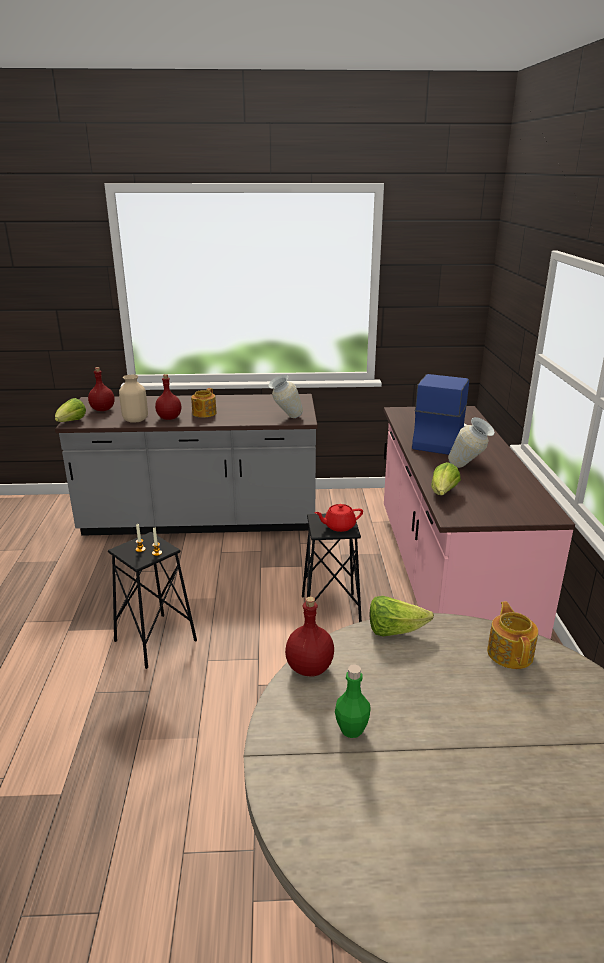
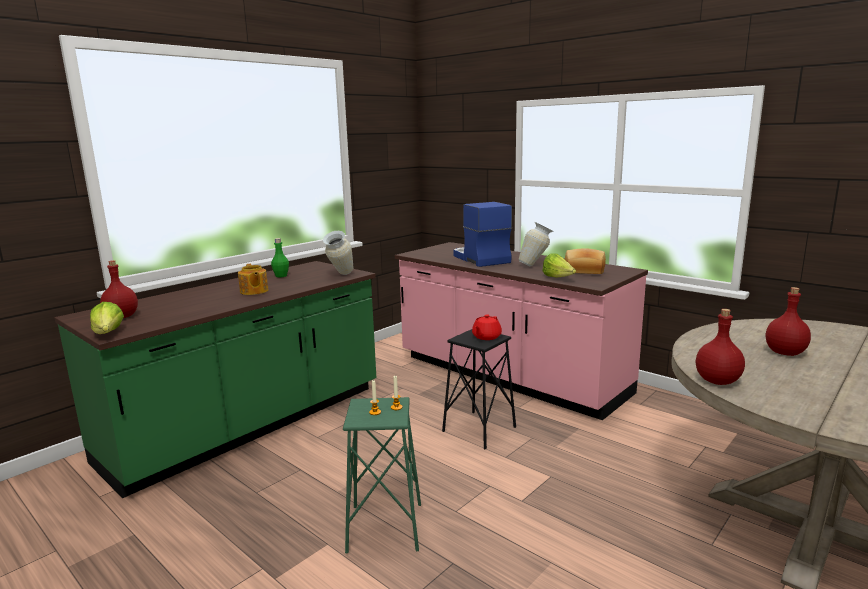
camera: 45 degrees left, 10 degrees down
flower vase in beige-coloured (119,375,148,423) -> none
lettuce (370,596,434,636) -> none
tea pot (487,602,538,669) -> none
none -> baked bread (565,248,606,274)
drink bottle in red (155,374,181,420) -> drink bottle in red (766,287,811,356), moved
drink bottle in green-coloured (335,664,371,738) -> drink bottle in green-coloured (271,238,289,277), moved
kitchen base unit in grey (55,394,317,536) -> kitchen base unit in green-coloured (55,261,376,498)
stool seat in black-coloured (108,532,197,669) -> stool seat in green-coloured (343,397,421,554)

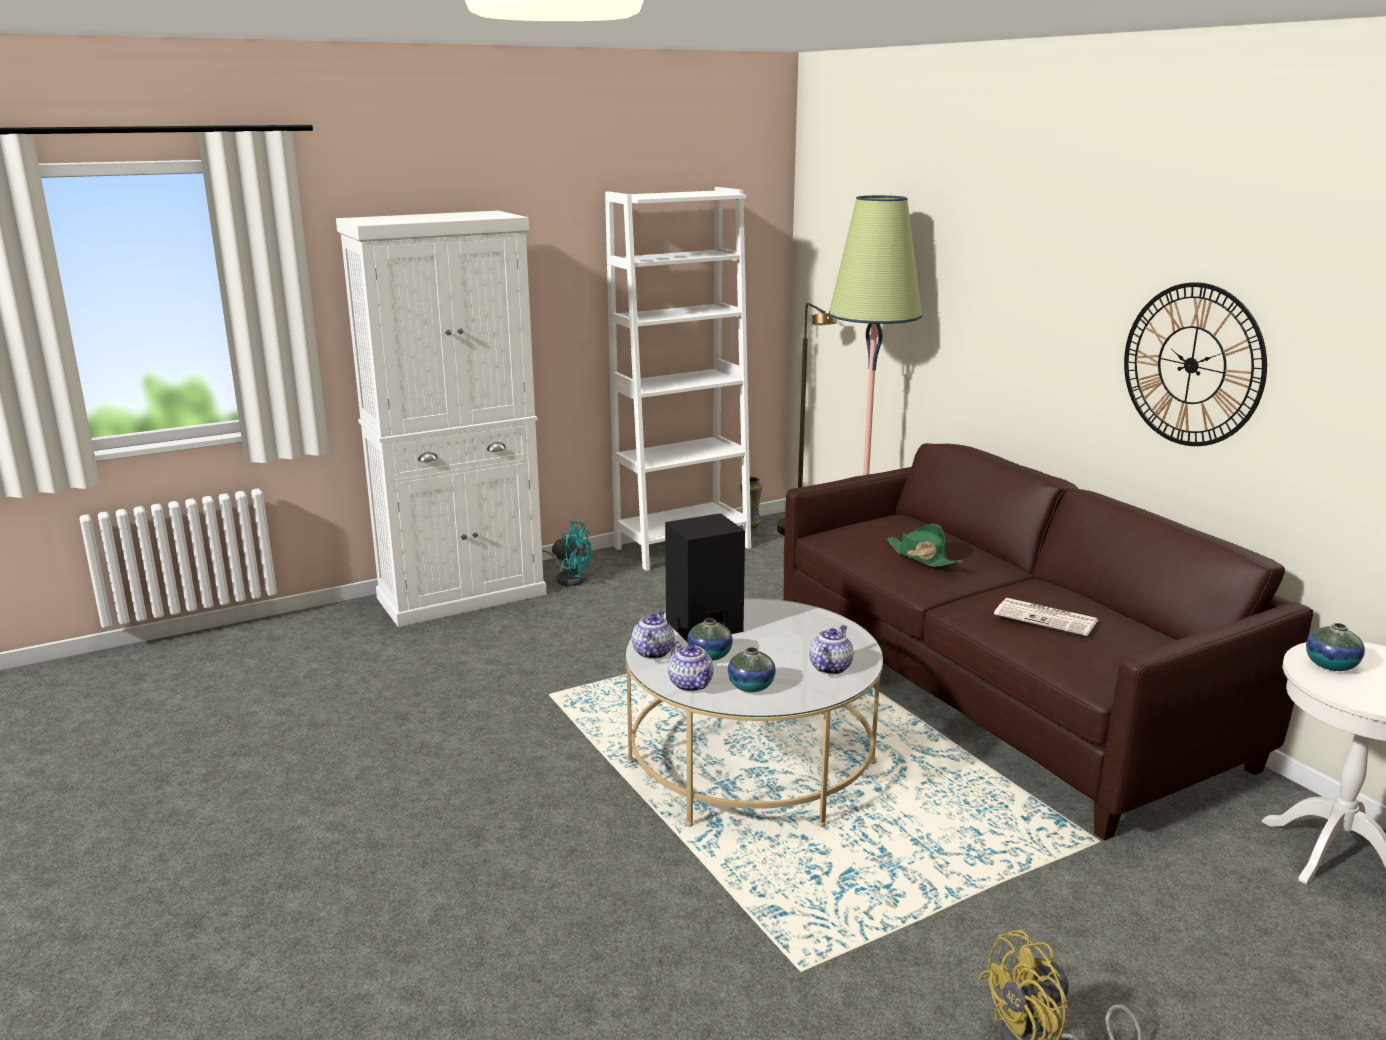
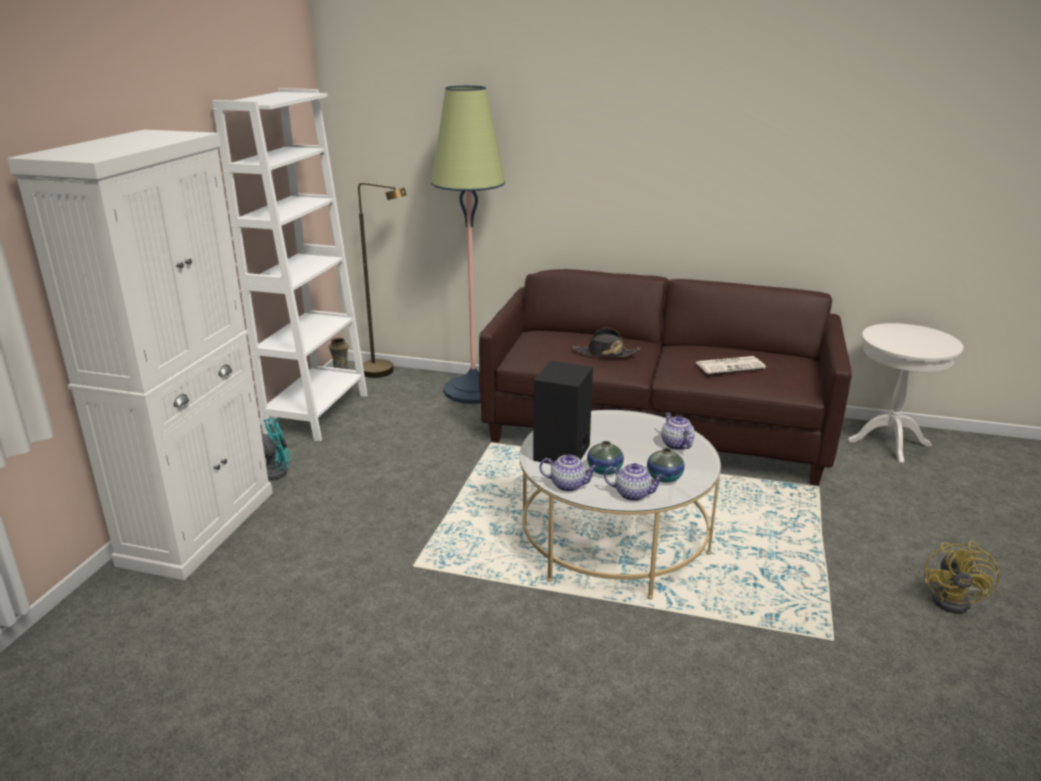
camera: 45 degrees left, 5 degrees up
hanging clock (1124,282,1267,446) -> none
flower vase (1306,623,1365,671) -> none
hat in green-coloured (887,524,962,567) -> hat in black-coloured (572,328,640,357)
tea pot (632,610,675,659) -> tea pot (539,455,598,491), 135 degrees clockwise

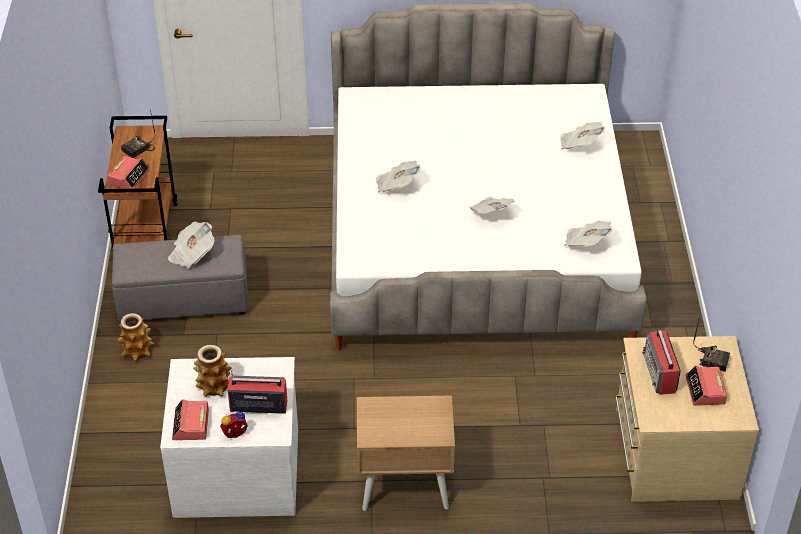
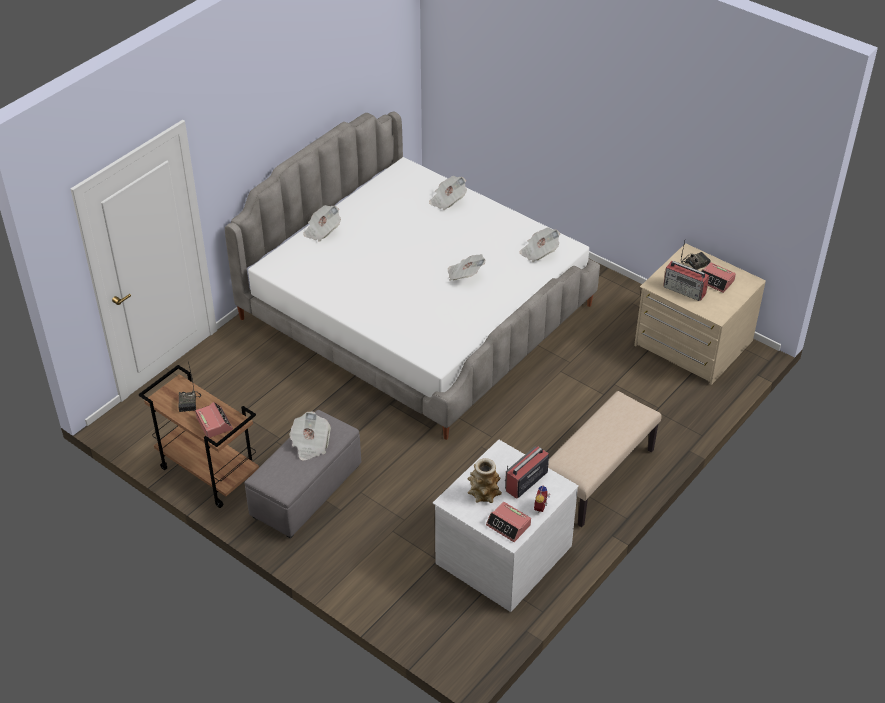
camera: 50 degrees left, 0 degrees up
flower vase (117,313,154,362) -> none
newspaper (376,160,420,193) -> newspaper (303,205,341,241), moved
night table in beige-coloured (357,396,455,511) -> bench in beige-coloured (548,391,661,527)

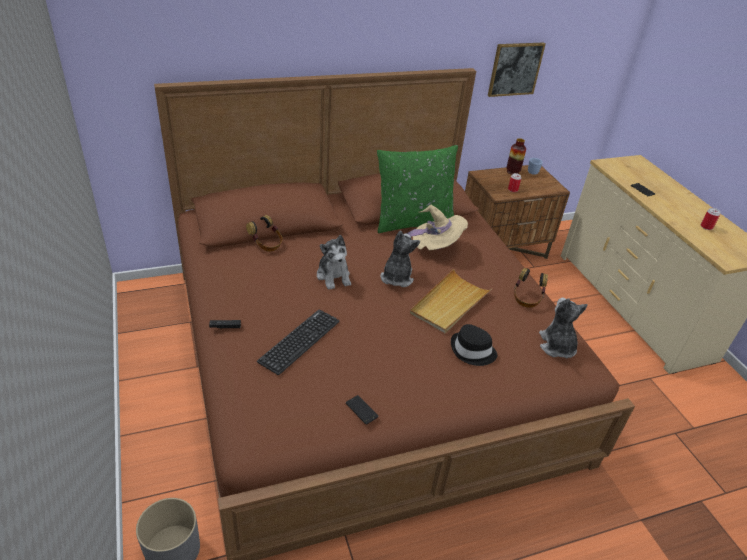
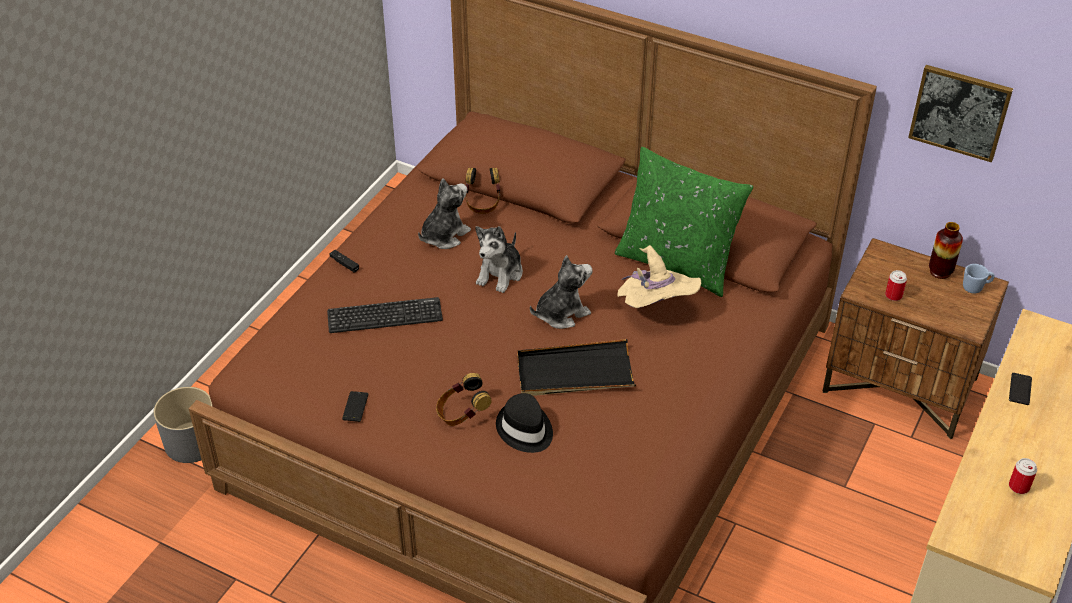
camera: 50 degrees right, 5 degrees up
pair of headphones (514,268,548,307) -> pair of headphones (436,373,492,426), moved
soft toy (539,297,588,358) -> soft toy (418,178,471,249), moved
serving tray in beige-coloured (410,269,493,333) -> serving tray in black-coloured (517,339,636,396)

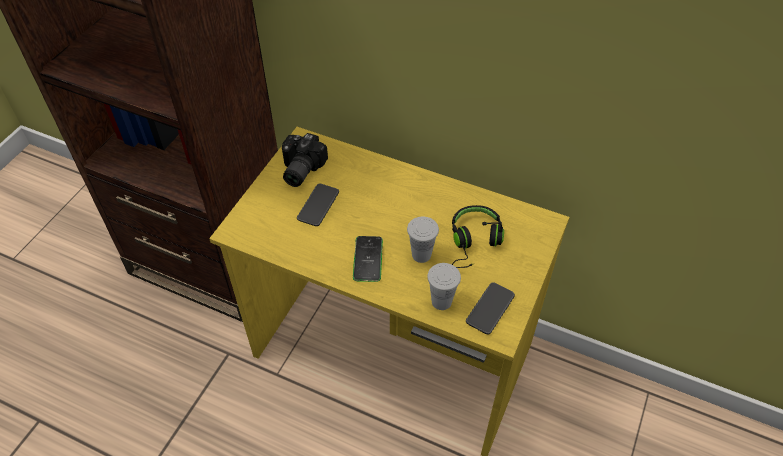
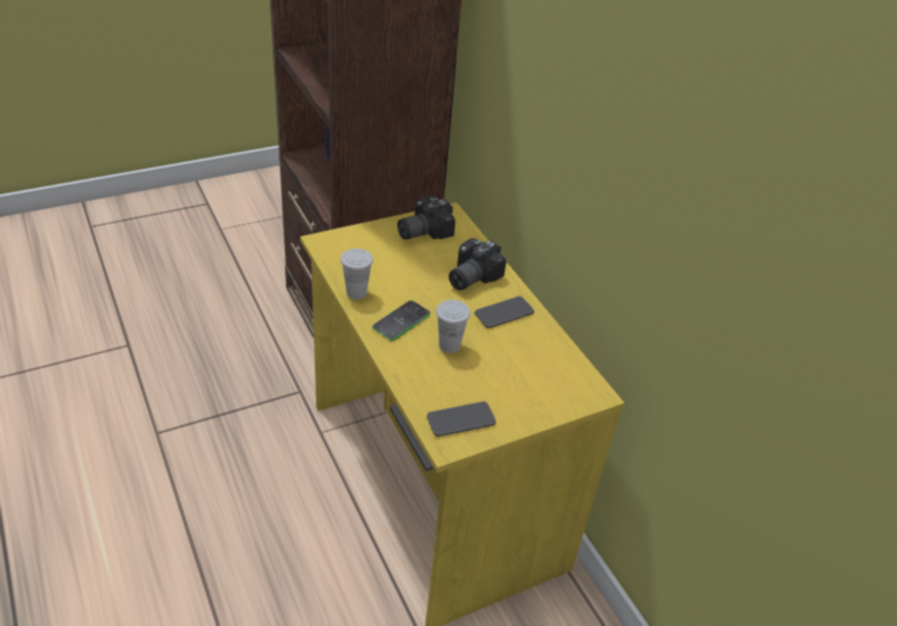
camera: 35 degrees right, 10 degrees down
pair of headphones in black-coloured (452,205,504,268) -> none
none -> still camera (449,238,506,290)
telephone (297,184,339,226) -> telephone (475,296,534,328), moved
small cup in white (427,263,461,310) -> small cup in white (340,248,373,300), moved

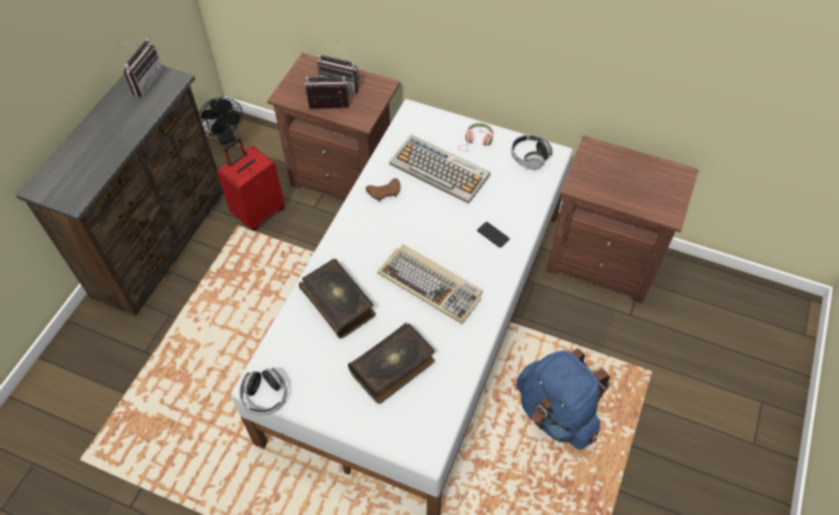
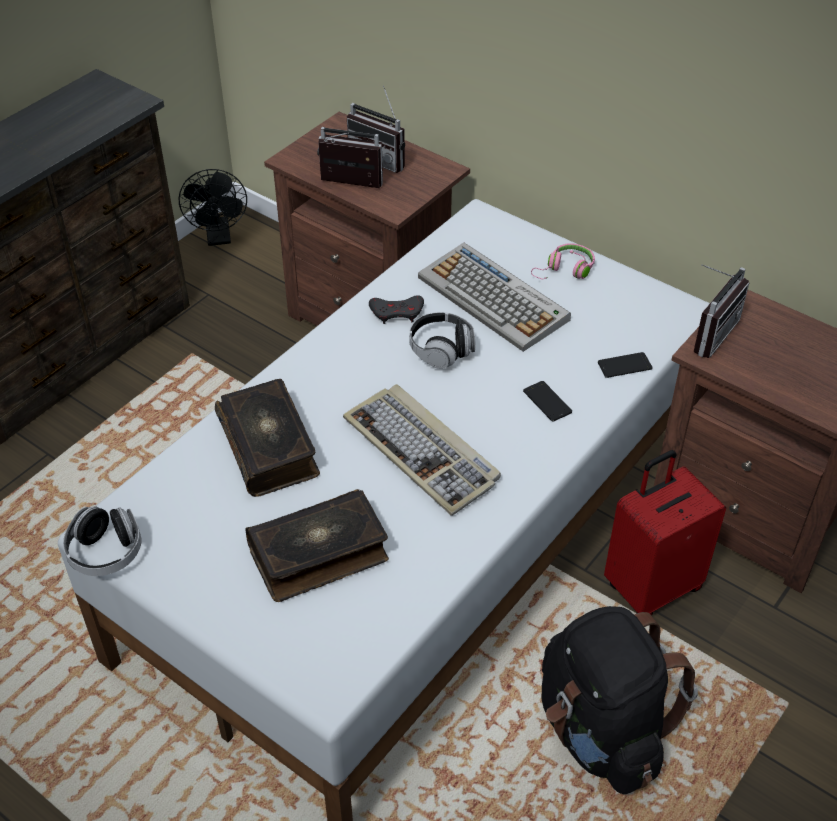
camera: 15 degrees right, 10 degrees down
none -> telephone (598,352,653,378)
radio receiver (116,39,163,96) -> radio receiver (693,264,749,358), moved
suitcase in red (217,138,285,231) -> suitcase in red (604,450,726,616), moved
pair of headphones (511,135,553,170) -> pair of headphones (409,312,475,369), moved
game controller in brown-coloured (366,178,400,202) -> game controller in grey (369,295,424,324)
rucksack in blue (516,348,610,450) -> rucksack in black-coloured (541,606,698,795)

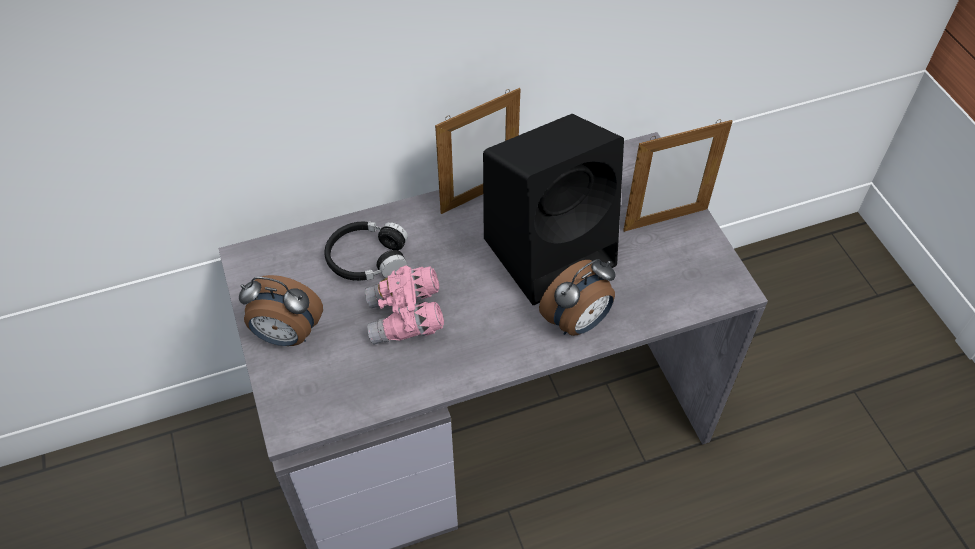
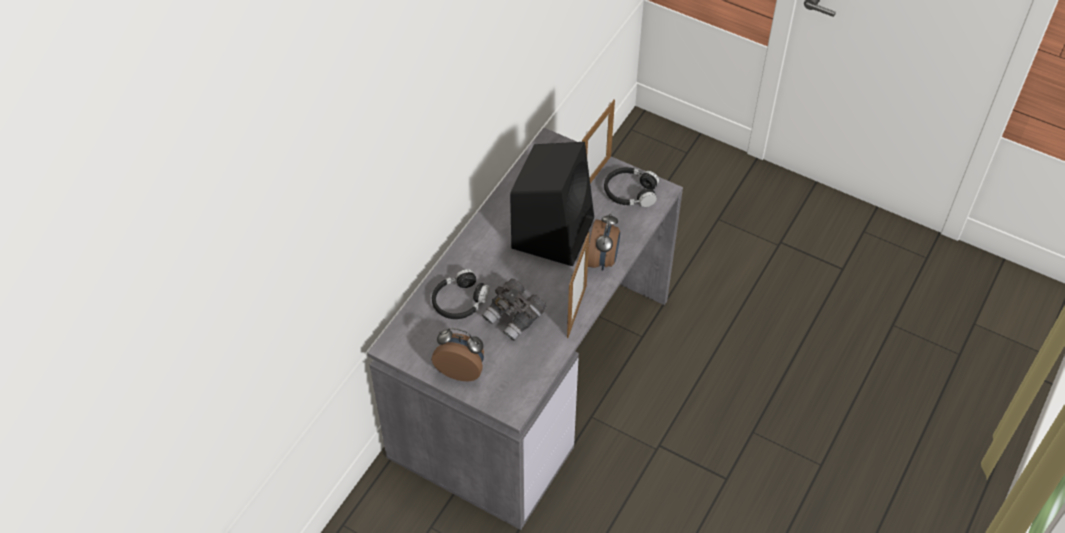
camera: 40 degrees left, 0 degrees up
none -> pair of headphones in black-coloured (604,167,659,207)
photo frame (435,88,520,214) -> photo frame (567,231,590,338), moved
binoculars in pink-coloured (364,265,444,345) -> binoculars in grey (482,278,547,341)
bedside clock (239,275,323,346) -> bedside clock (432,328,484,381), 135 degrees counterclockwise

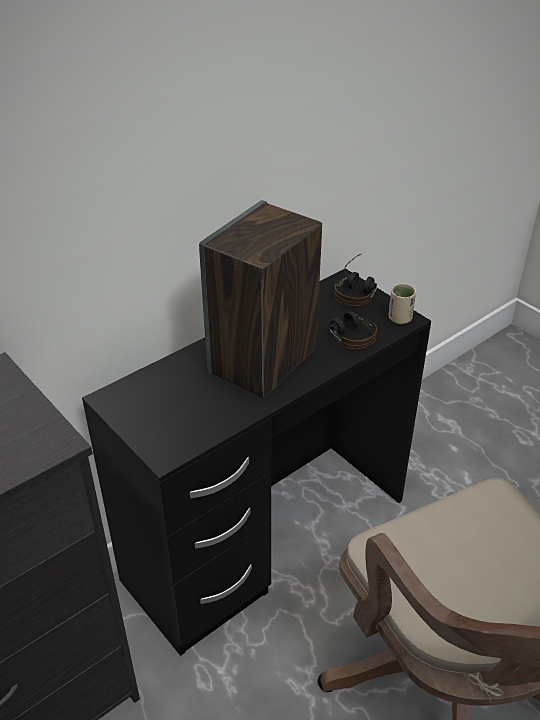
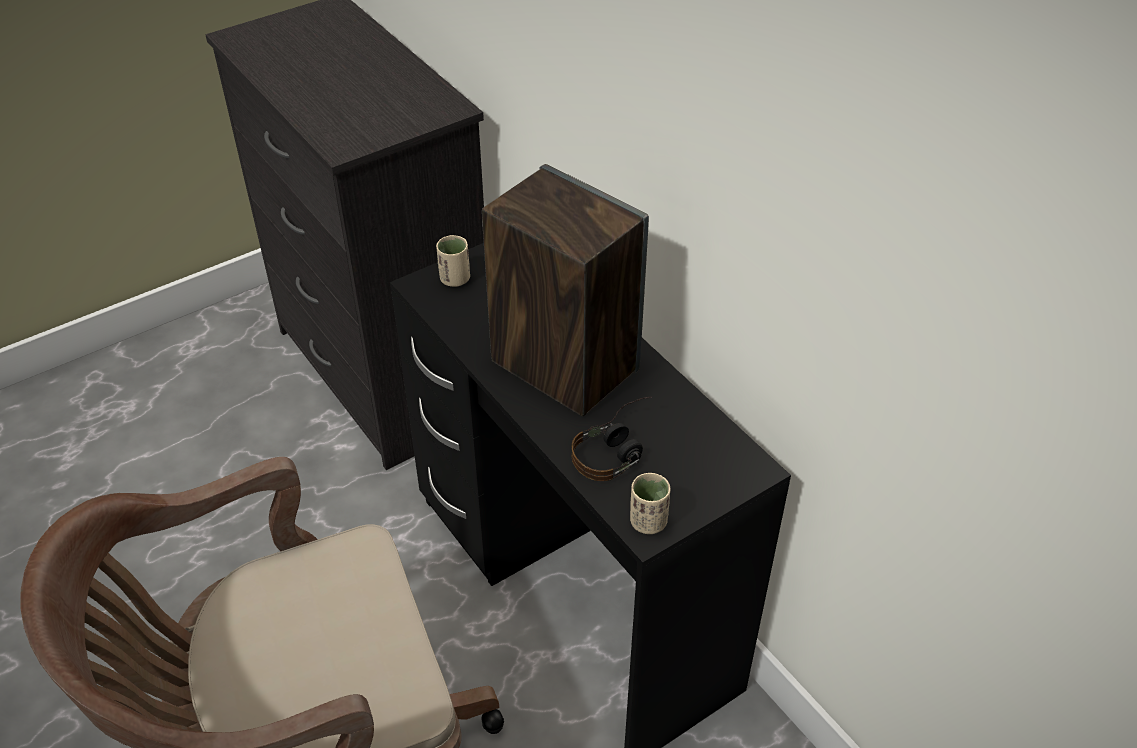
camera: 95 degrees right, 5 degrees up
pair of headphones (334,254,377,306) -> none
none -> small cup in beige-coloured (436,235,470,287)

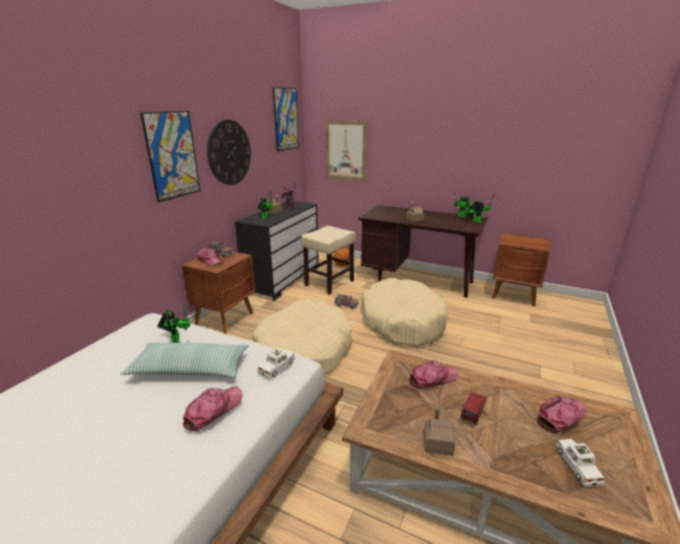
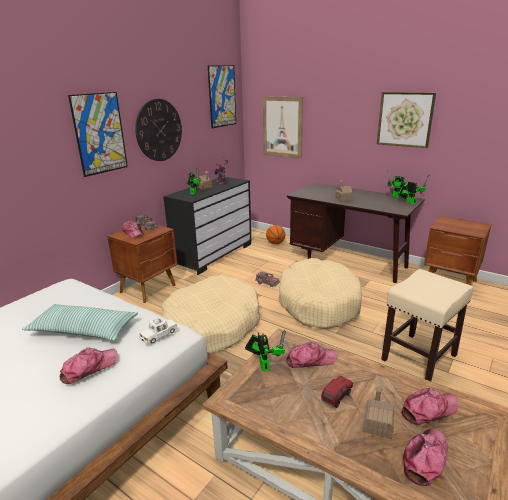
camera: 10 degrees right, 0 degrees up
none -> wall art (377,92,436,148)
robot figure (157,303,190,343) -> robot figure (245,330,286,371), moved
stool seat in beige-coloured (301,226,356,295) -> stool seat in beige-coloured (381,269,474,381), moved
miniature house (424,404,456,456) -> miniature house (363,385,395,439), moved
toy car in white (556,439,605,487) -> baseball cap (403,429,448,486)

